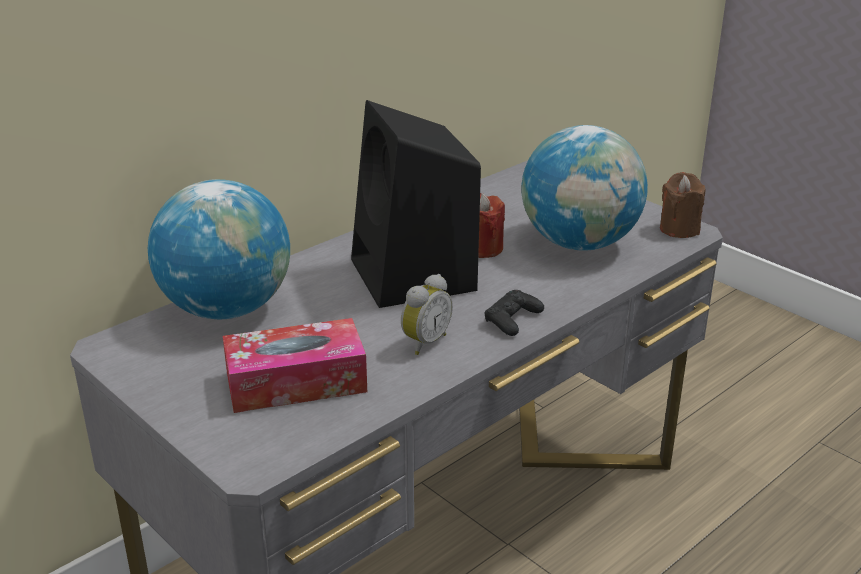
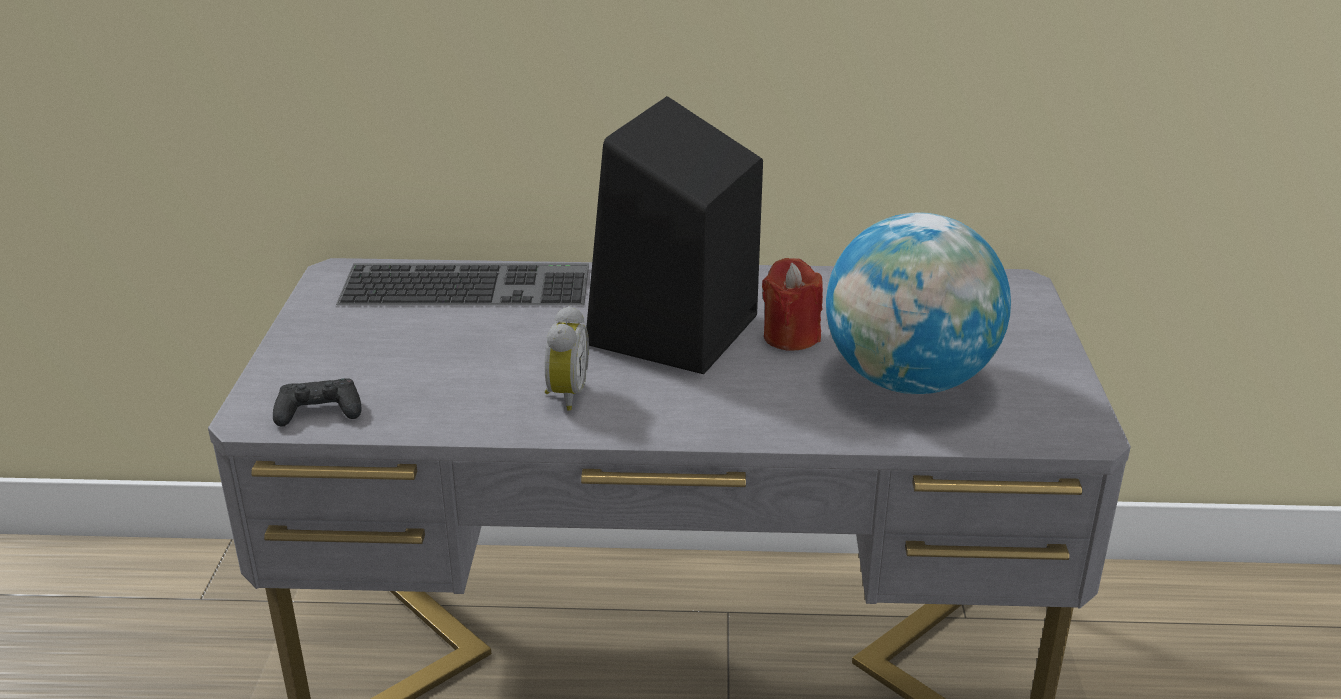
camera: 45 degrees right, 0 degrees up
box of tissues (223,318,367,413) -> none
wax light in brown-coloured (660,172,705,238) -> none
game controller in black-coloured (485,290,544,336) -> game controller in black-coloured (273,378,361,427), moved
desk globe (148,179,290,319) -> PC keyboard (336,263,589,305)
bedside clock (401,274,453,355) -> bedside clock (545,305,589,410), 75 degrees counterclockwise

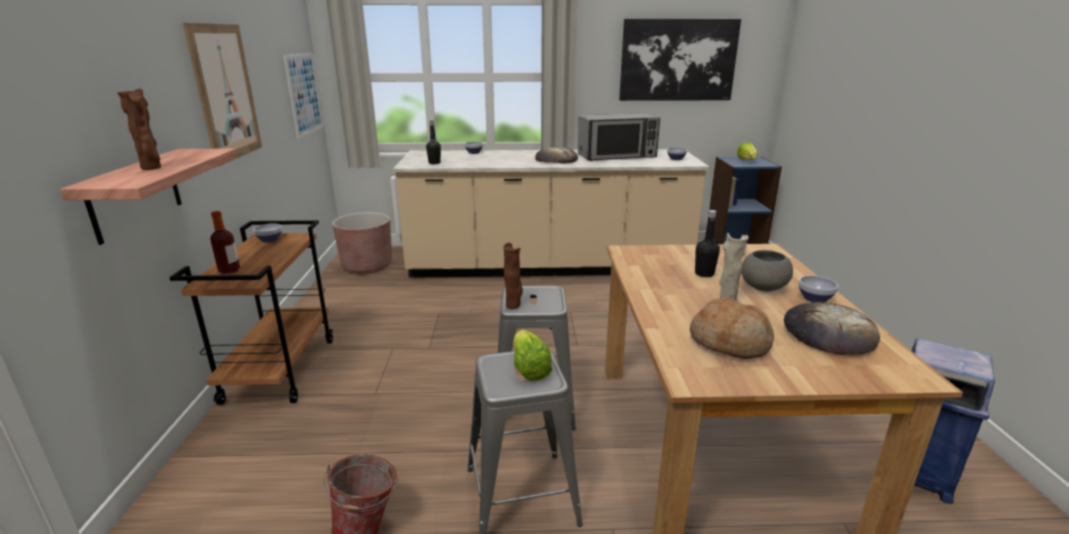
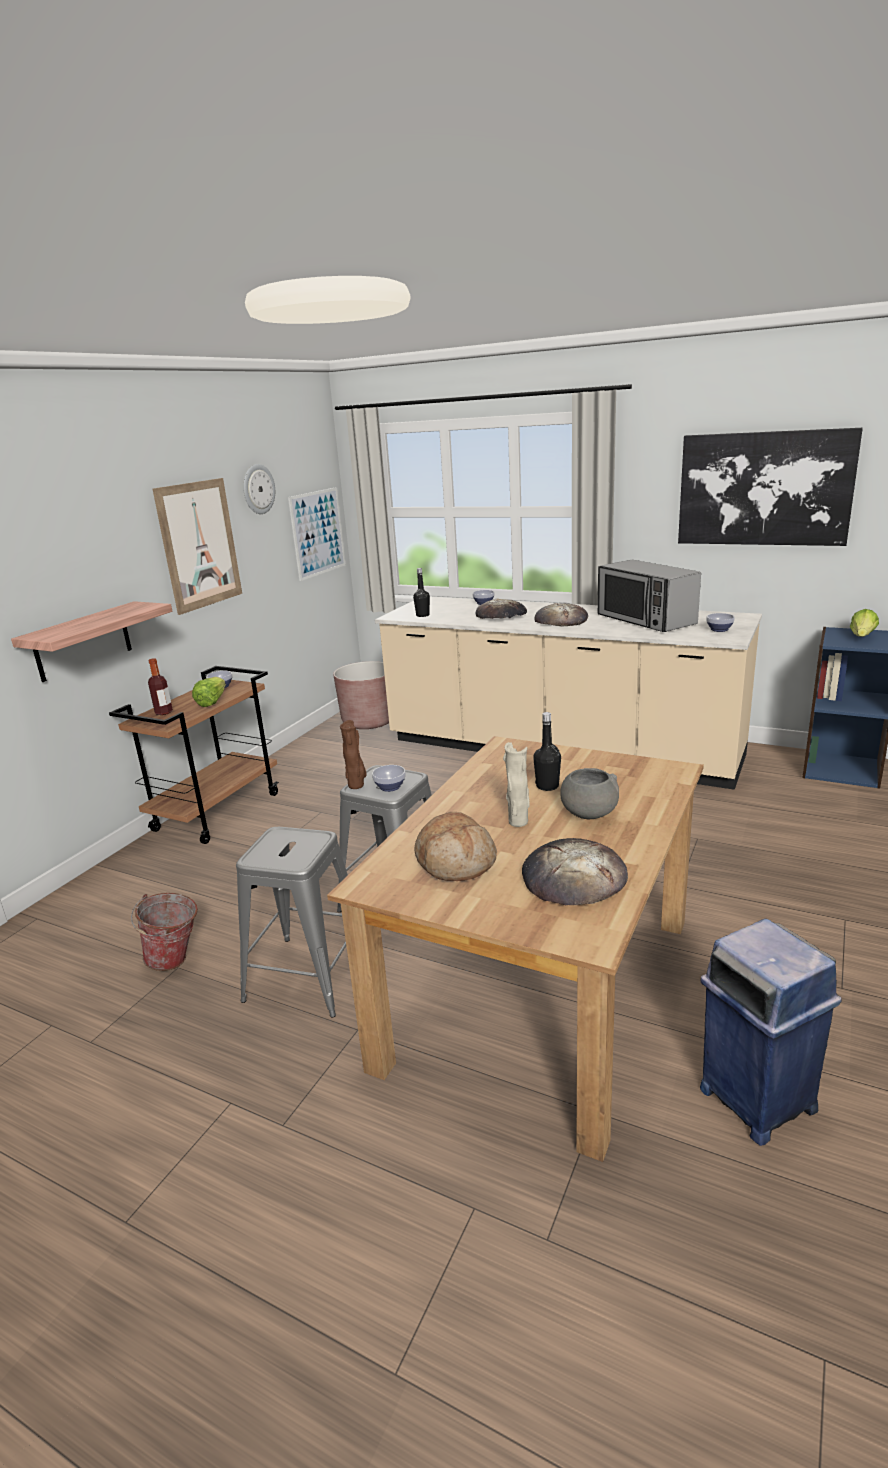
camera: 30 degrees right, 0 degrees up
flower vase in brown-coloured (117,88,161,170) -> none
none -> hanging clock (243,464,275,514)
none -> baked bread (475,599,527,619)
lettuce (514,330,552,381) -> lettuce (192,677,226,707), moved
bowl (798,276,838,302) -> bowl (372,765,406,792), moved
microwave (578,113,660,161) -> microwave (598,560,701,632), 45 degrees clockwise

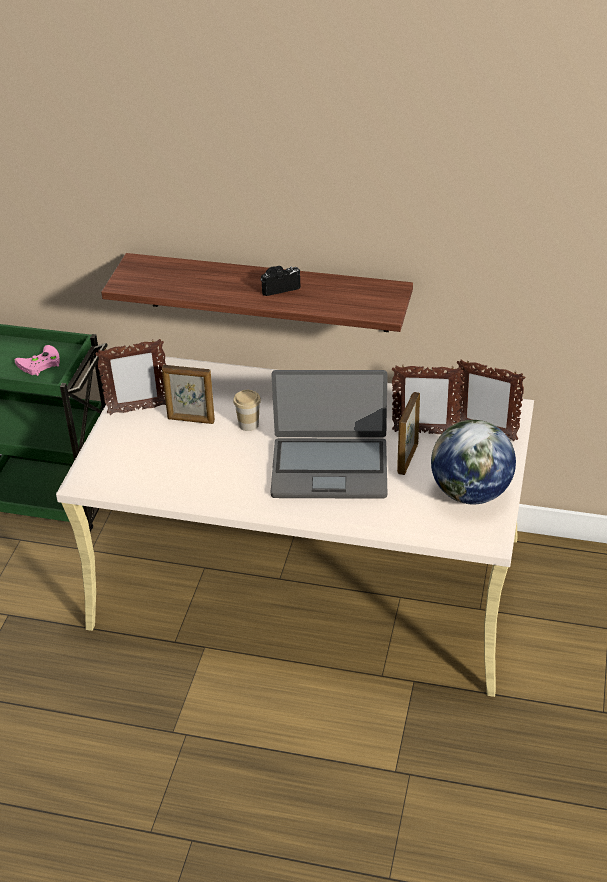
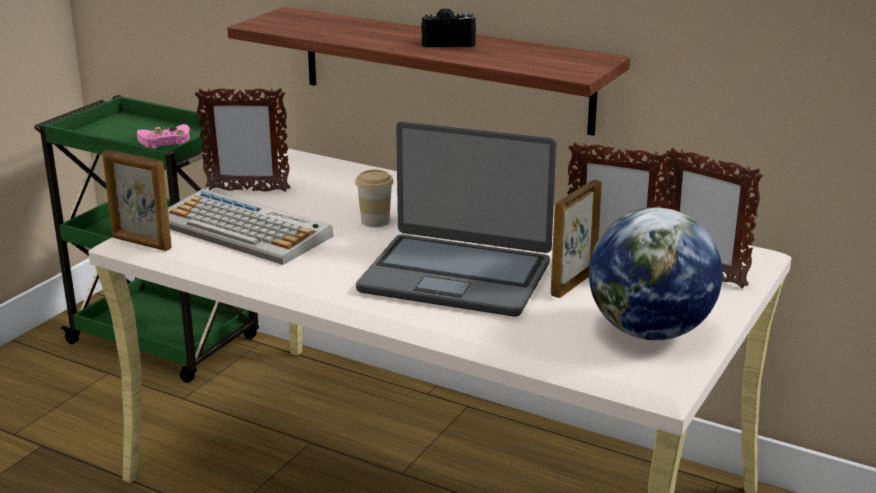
camera: 15 degrees right, 15 degrees down
none -> PC keyboard (168,189,333,265)
photo frame (162,365,215,424) -> photo frame (102,149,172,251), moved

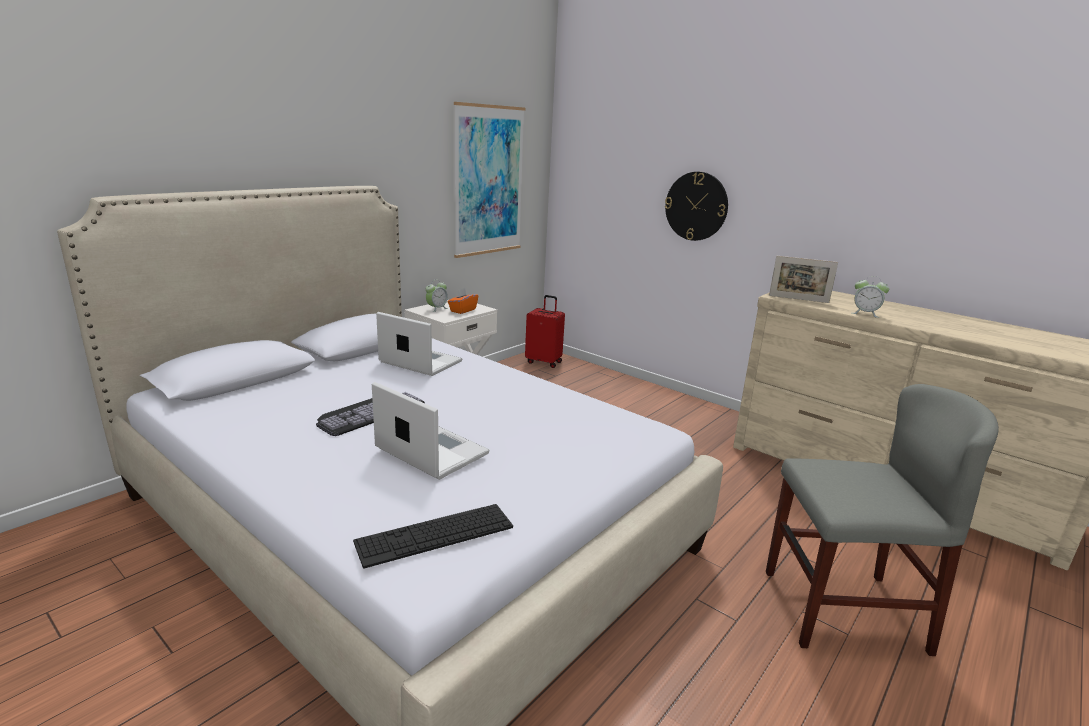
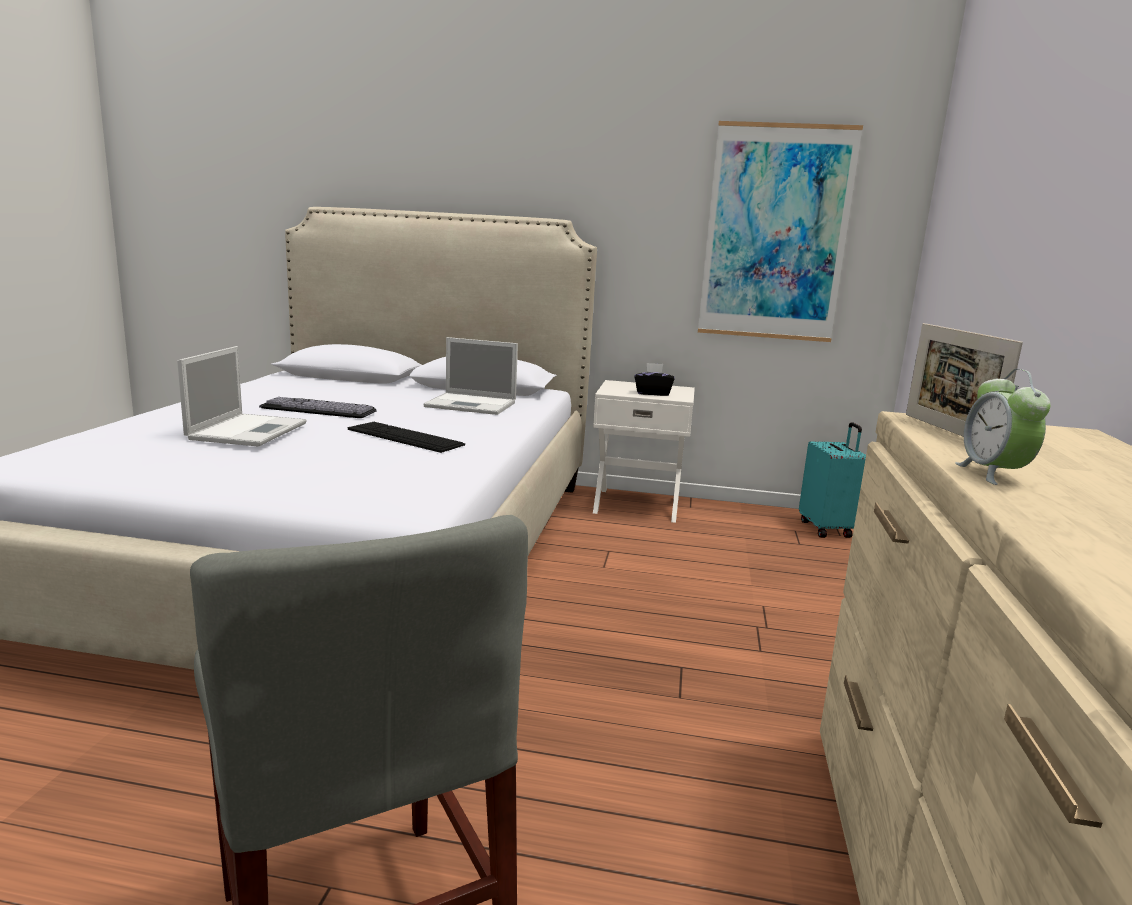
camera: 60 degrees right, 5 degrees down
bedside clock (426,280,448,312) -> none
hanging clock (665,172,728,241) -> none
PC keyboard (353,504,513,569) -> PC keyboard (348,422,465,453), moved
box of tissues in orangey (448,288,478,314) -> box of tissues in black-coloured (634,363,675,396)
suitcase in red (525,295,565,368) -> suitcase in blue-green (799,422,866,538)
portable computer (376,312,462,376) -> portable computer (424,337,518,415), 105 degrees clockwise

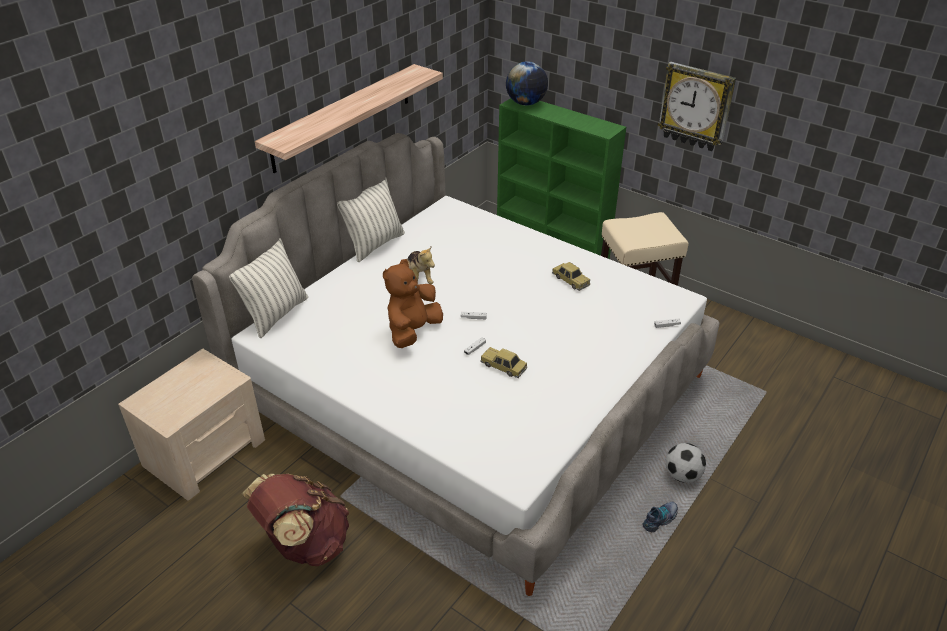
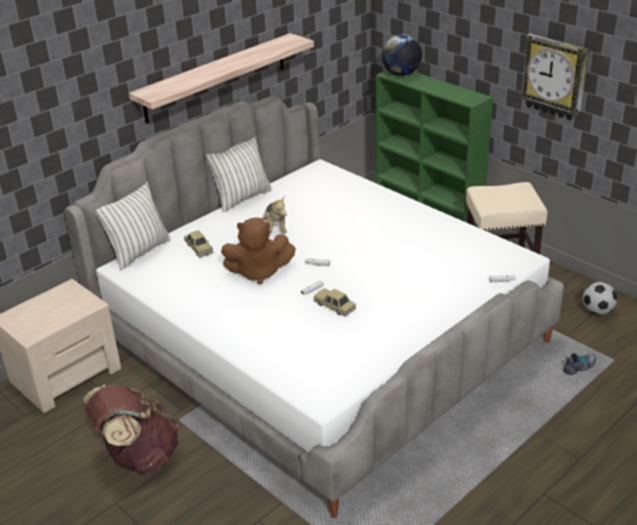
camera: 10 degrees right, 5 degrees down
toy car (552,262,590,291) -> toy car (184,230,214,257), moved
shoe (643,501,678,532) -> shoe (563,353,596,375), moved
football ball (666,443,706,483) -> football ball (583,282,617,315), moved
soft toy in brown-coloured (383,259,443,348) -> soft toy in brown-coloured (221,217,296,285), 135 degrees counterclockwise

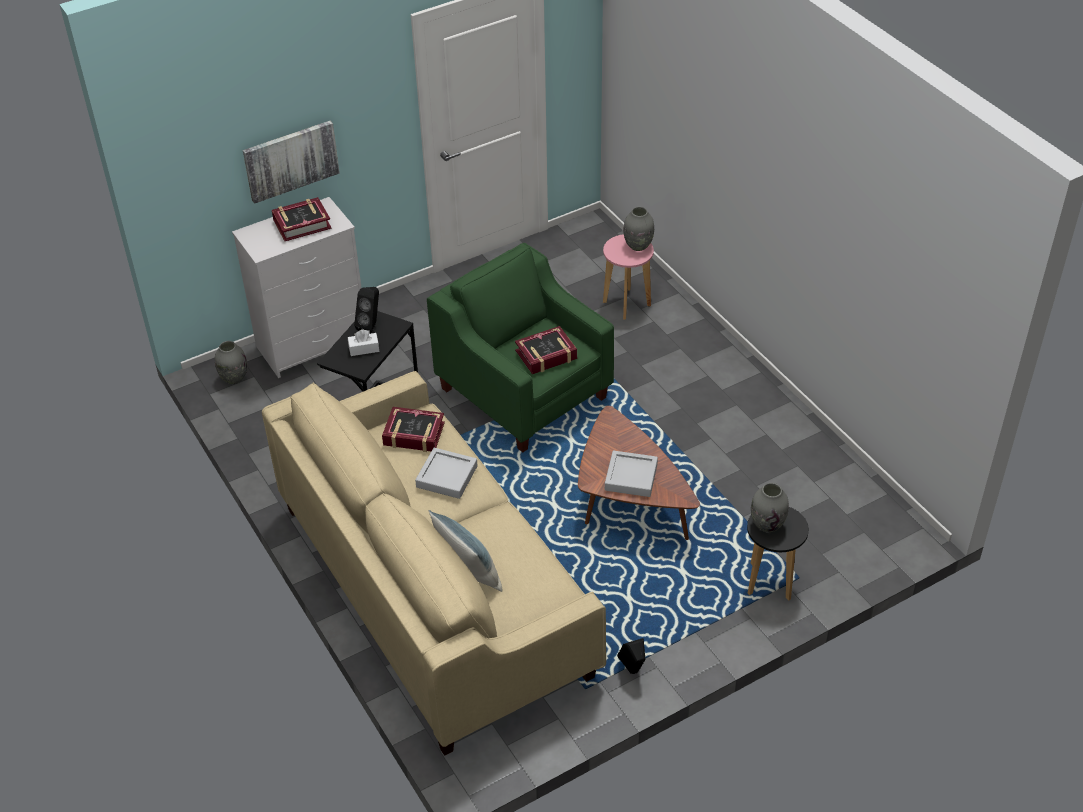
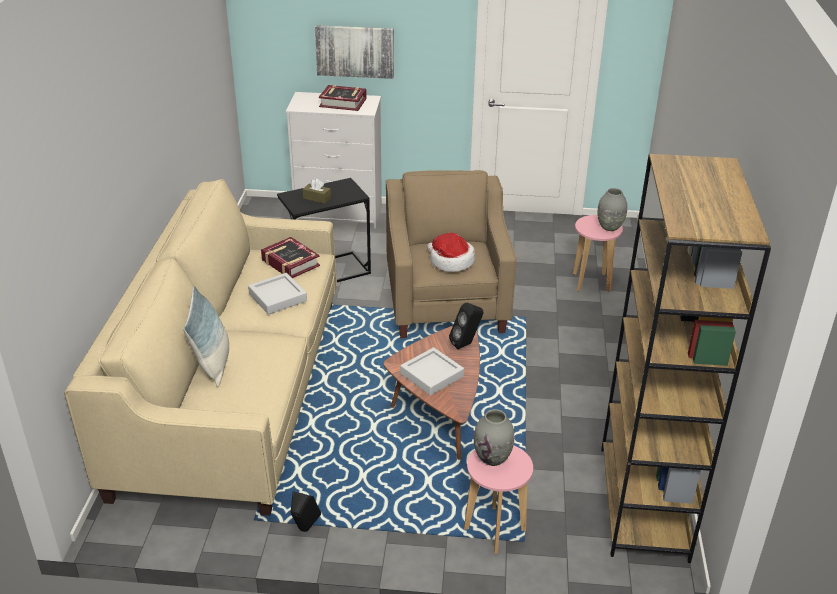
camera: 35 degrees right, 10 degrees down
flower vase in grey (215,341,247,384) -> none
none -> bookcase in brown-coloured (601,154,771,563)
audio speaker in black-coloured (354,287,379,334) -> audio speaker in black-coloured (449,303,483,349), moved
bound book (515,326,577,374) -> hat (427,233,475,272)
box of tissues in white (348,330,379,356) -> box of tissues in brown-coloured (303,179,331,204)
armchair in green-coloured (427,243,614,452) -> armchair in beige-coloured (386,170,517,338)
stool seat in black-coloured (747,507,809,600) -> stool seat in pink-coloured (464,446,533,554)

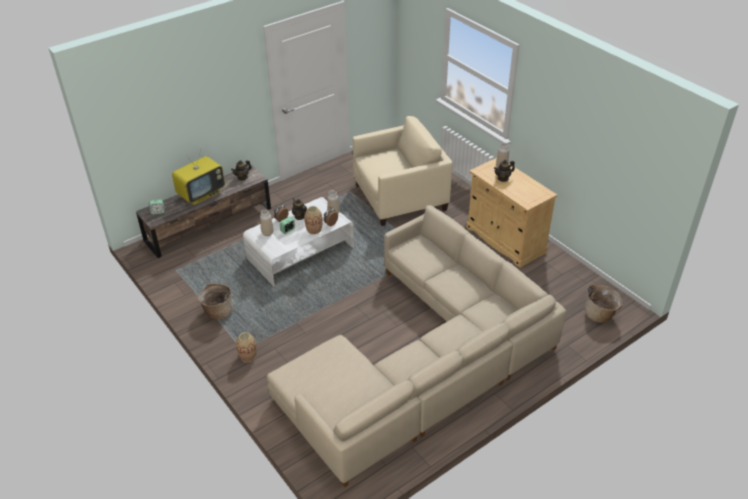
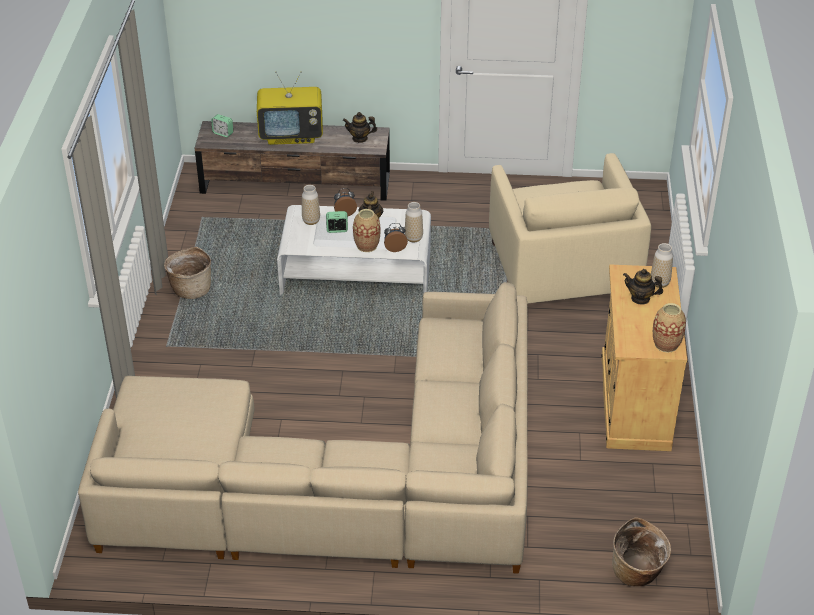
camera: 40 degrees right, 0 degrees up
flower vase (236,332,257,362) -> flower vase (653,303,686,353), moved
armchair in beige-coloured (353,116,452,226) -> armchair in beige-coloured (489,153,651,304), 60 degrees clockwise

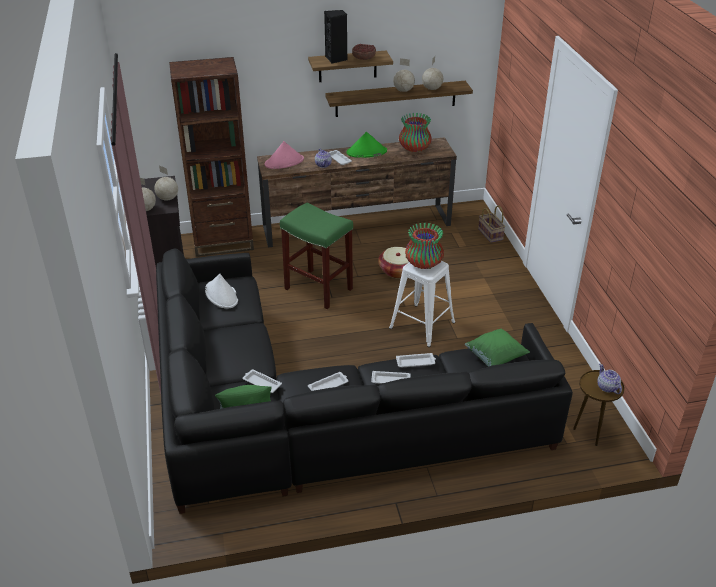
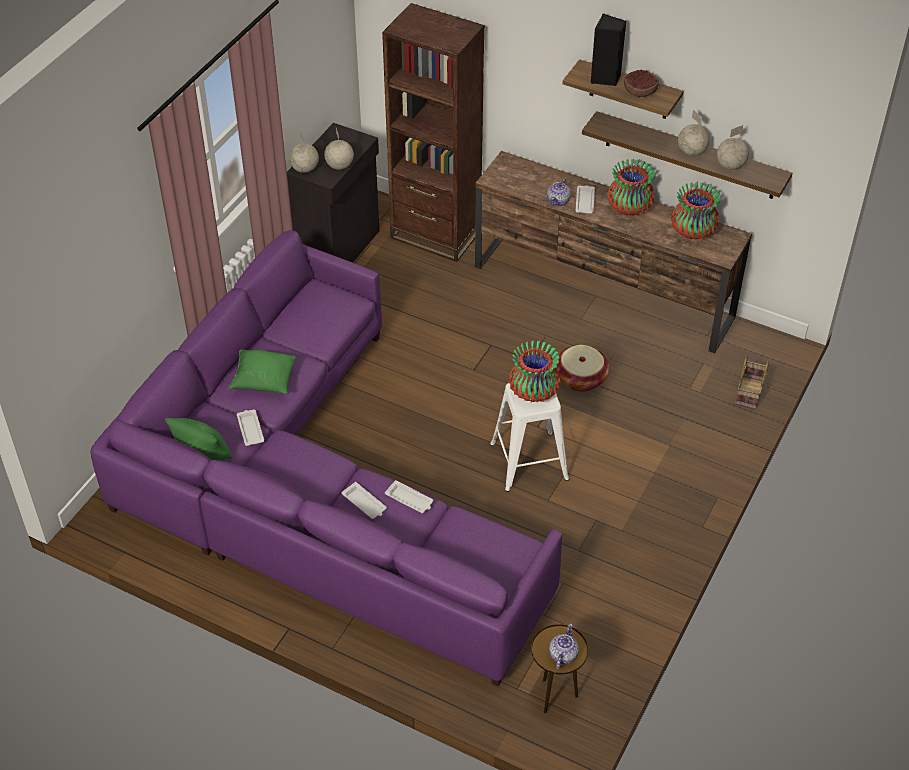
camera: 40 degrees right, 10 degrees up
hat in white (205,274,238,309) -> none
hat in pink-coloured (265,141,304,169) -> none
stool seat in green-coloured (280,202,353,309) -> none
serving tray in white (308,372,348,391) -> none
cushion in green-coloured (465,329,530,367) -> cushion in green-coloured (228,349,295,394), moved
hat in green-coloured (346,132,387,158) -> flower vase (608,159,655,216)
sofa in black-coloured (156,249,573,514) -> sofa in purplish (90,230,562,686)

